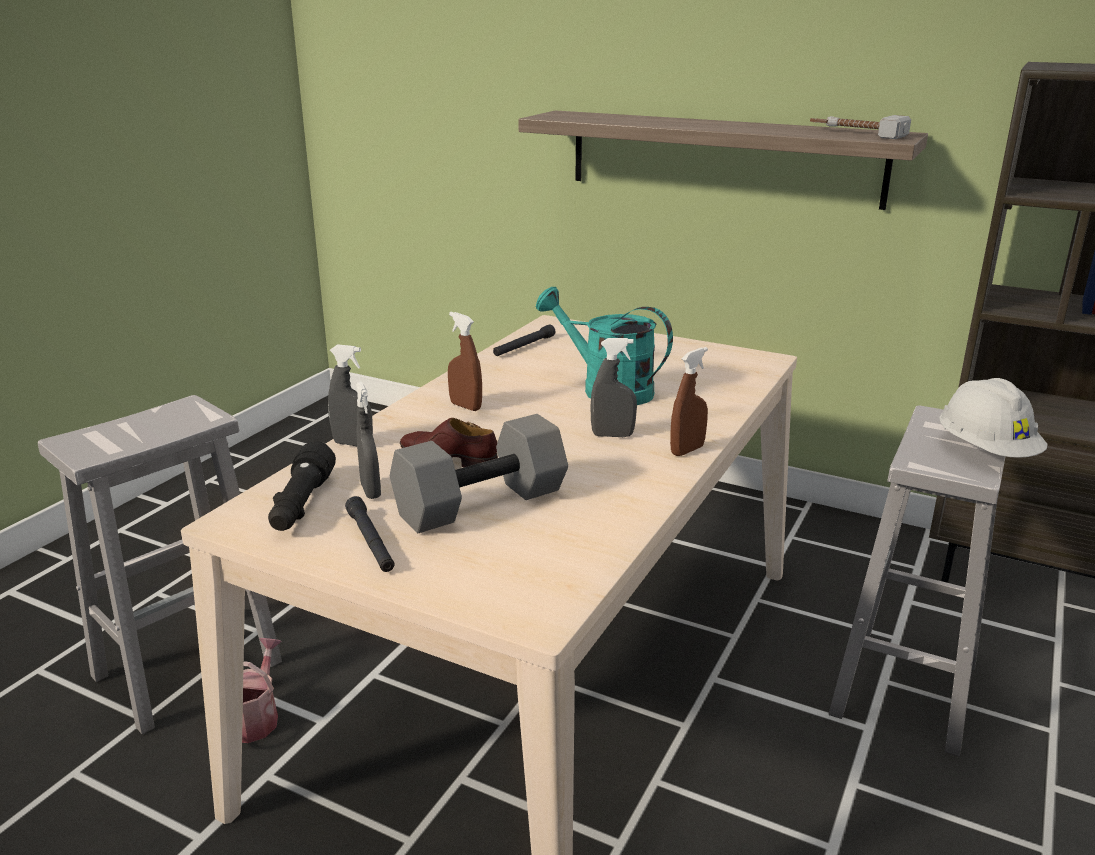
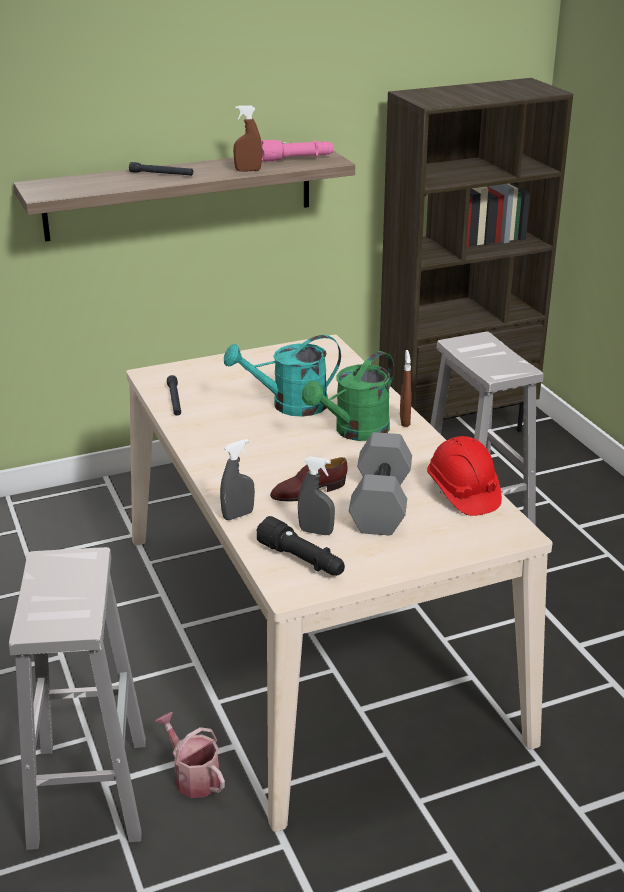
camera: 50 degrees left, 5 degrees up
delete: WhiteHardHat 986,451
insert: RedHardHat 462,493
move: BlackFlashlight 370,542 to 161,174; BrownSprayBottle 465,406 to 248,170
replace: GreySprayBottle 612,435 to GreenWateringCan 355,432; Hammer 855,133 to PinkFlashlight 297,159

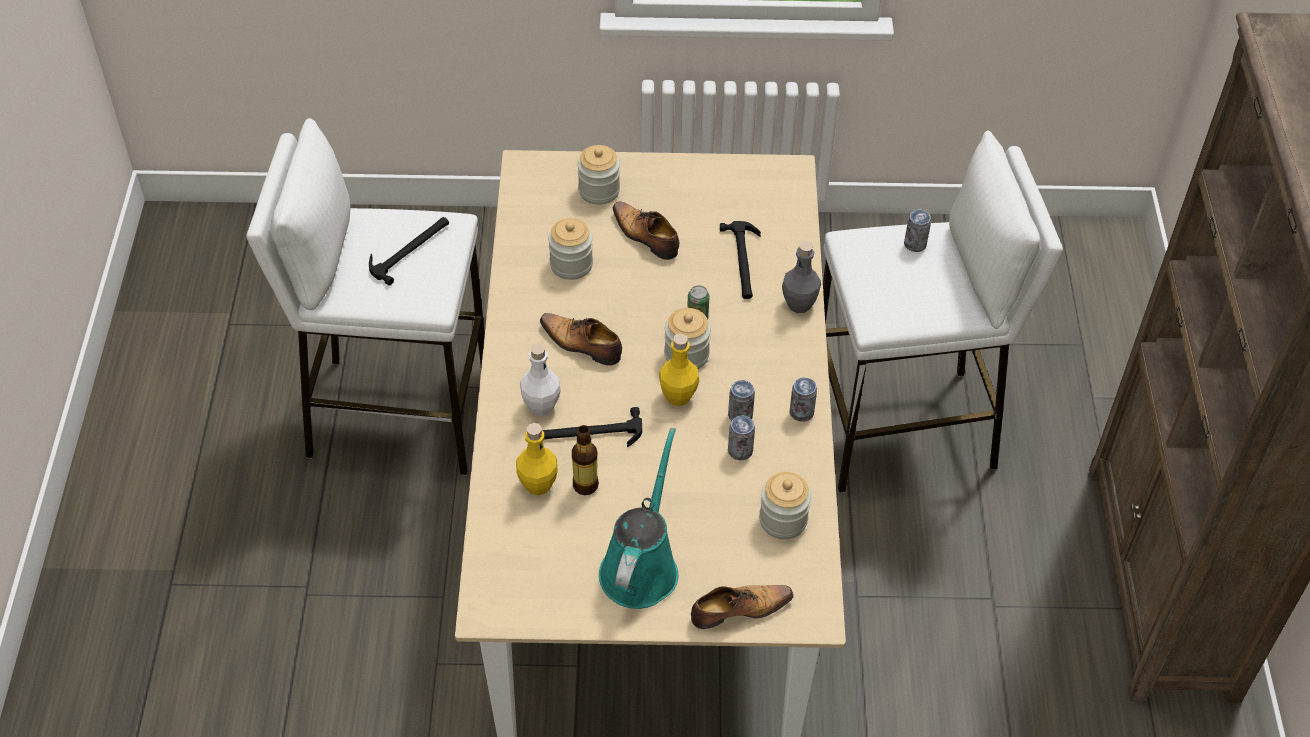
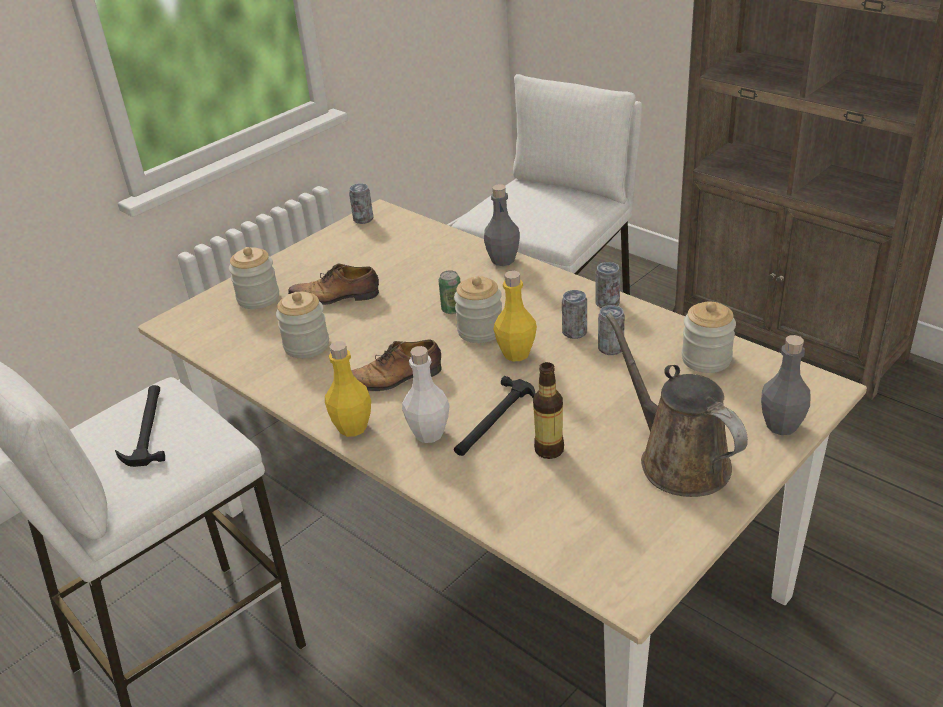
camera: 45 degrees left, 15 degrees down
delete: Hammer 743,262
move: YellowBottle 538,485 to 352,427; Can 915,244 to 363,219
replace: Shoe 738,610 to GreyBottle 781,425
recolor: TurquoiseWateringCan 641,566 to BrownWateringCan 678,460

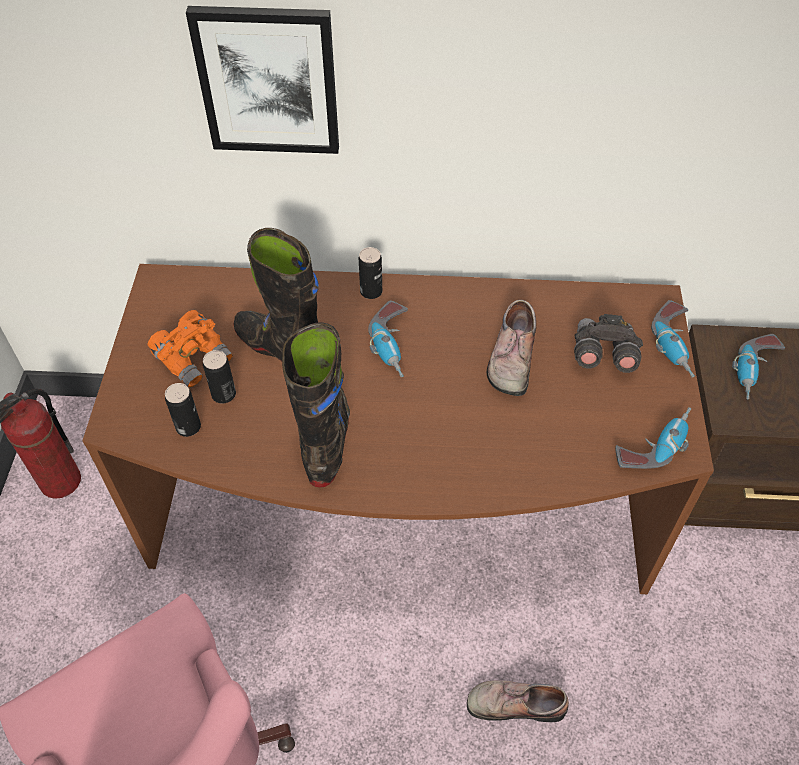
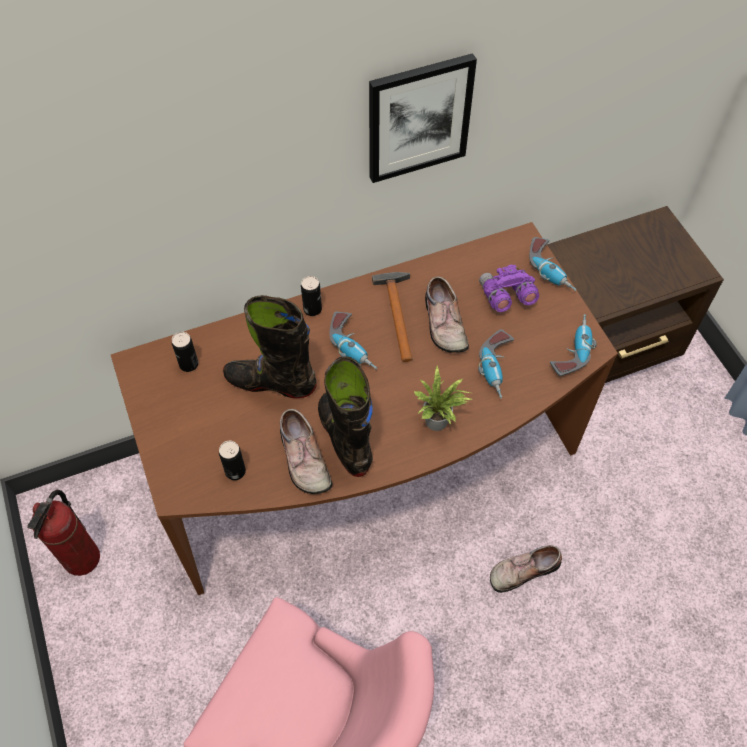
camera: 25 degrees left, 5 degrees up
delete: OrangeBinoculars 194,358
insert: Shoe 302,459; Hammer 397,313; PottedPlant 439,423
move: Picture 268,81 to 418,118; Can 223,394 to 189,364; PowerDrill 755,372 to 498,368
recolor: GreyBinoculars 602,356 to PurpleBinoculars 506,297

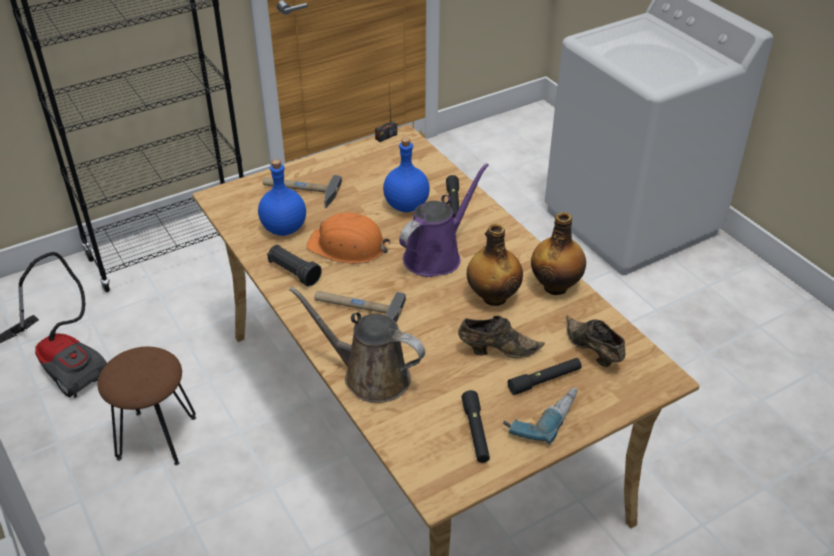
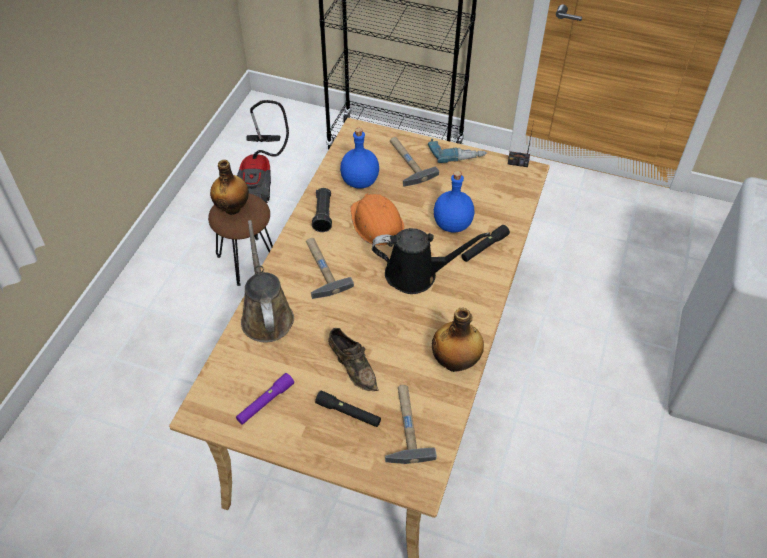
camera: 50 degrees right, 10 degrees up
move: Bottle 493,297 to 232,207; PowerDrill 541,416 to 456,153
replace: BrownShoe 593,352 to Hammer 405,425
recolor: PurpleWateringCan 436,255 to BlackWateringCan 416,274; BlackFlashlight 476,432 to PurpleFlashlight 265,402

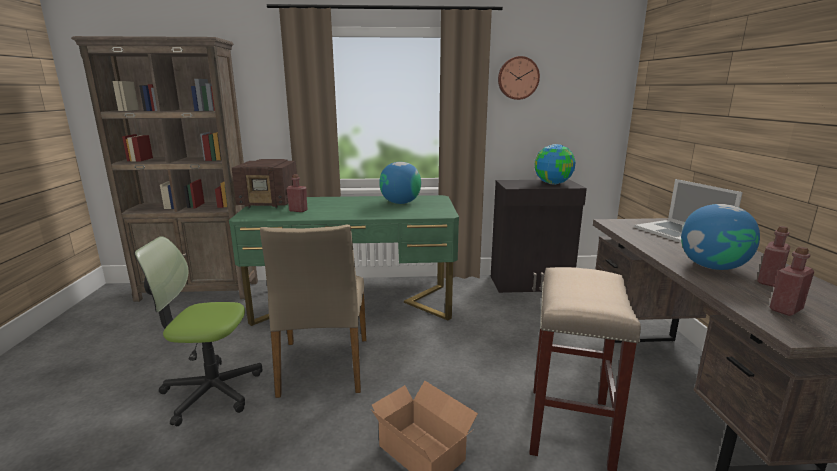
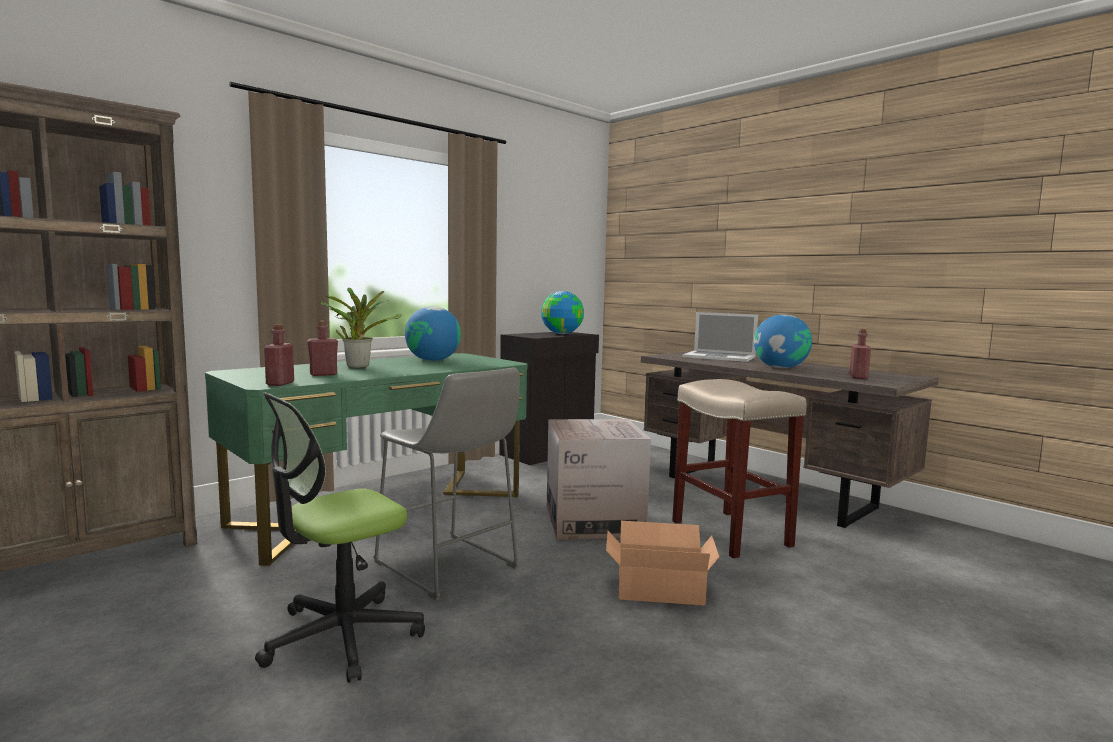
camera: 40 degrees left, 10 degrees down
delete: Radio 270,203; WallClock 518,78
insert: PottedPlant 358,366; CardboardBox 593,521
move: RedBottle 769,282 to 280,383
replace: BeigeChair 323,366 to GreyStool 449,568

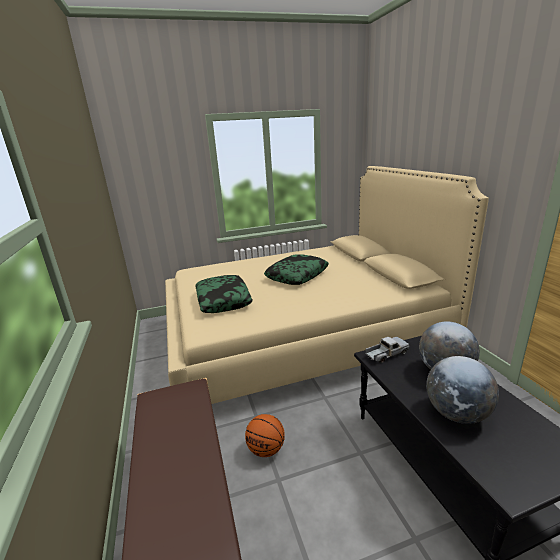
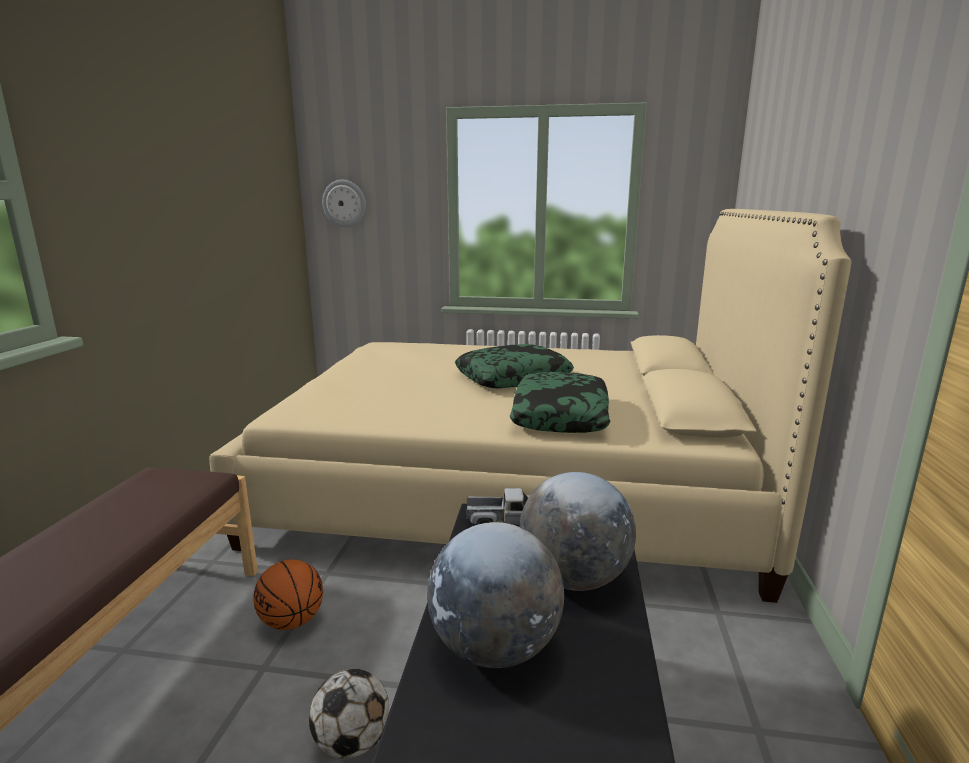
camera: 25 degrees right, 5 degrees down
insert: Football 352,742; WallClock 344,203
move: Pillow 223,300 to 561,415

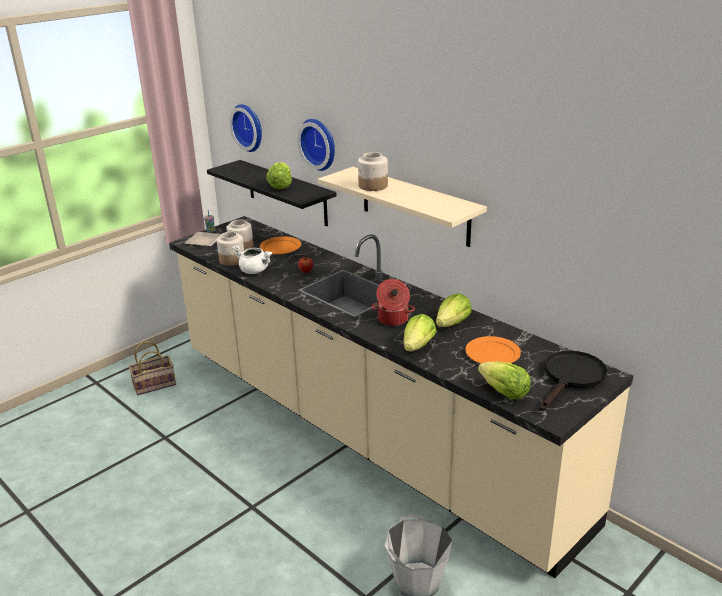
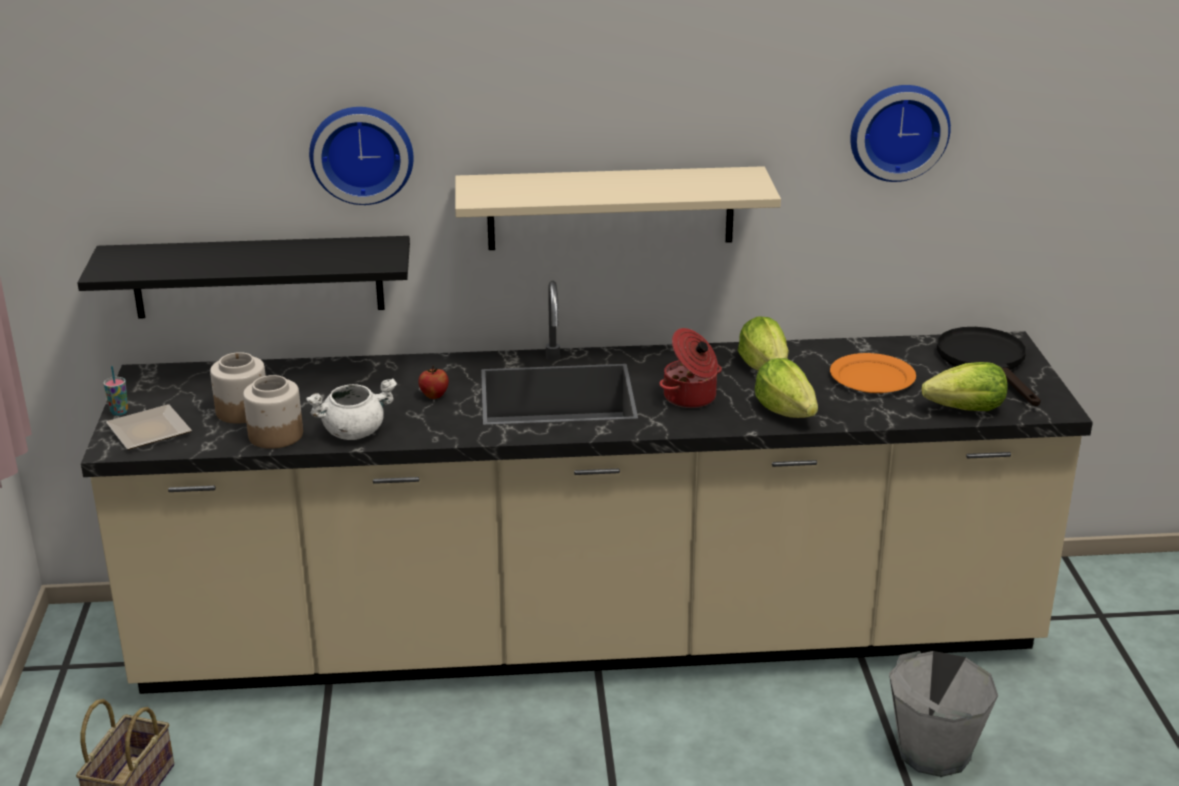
camera: 50 degrees left, 0 degrees up
delete: OrangePlate 281,247; Lettuce 280,186; Jar 373,186
move: WallClock 249,127 to 897,130

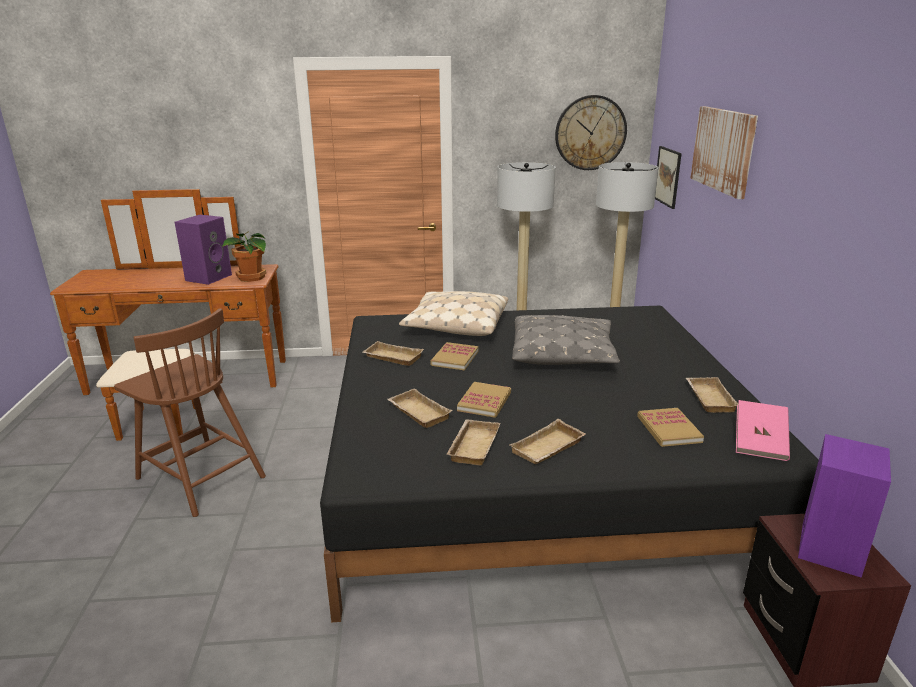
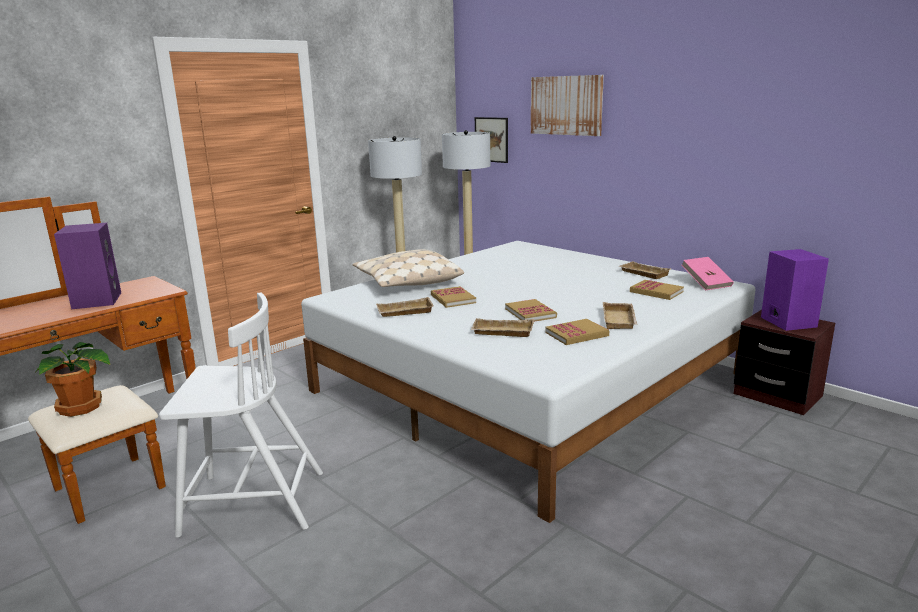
camera: 40 degrees left, 5 degrees down
delete: GreyPillow 563,354; WallClock 590,133
move: PottedPlant 251,278 to 81,408
replace: BeigeTray 472,445 to Book 576,334
recolor: BrownChair 199,476 to WhiteChair 251,502; BlackBed 534,474 to WhiteBed 529,383

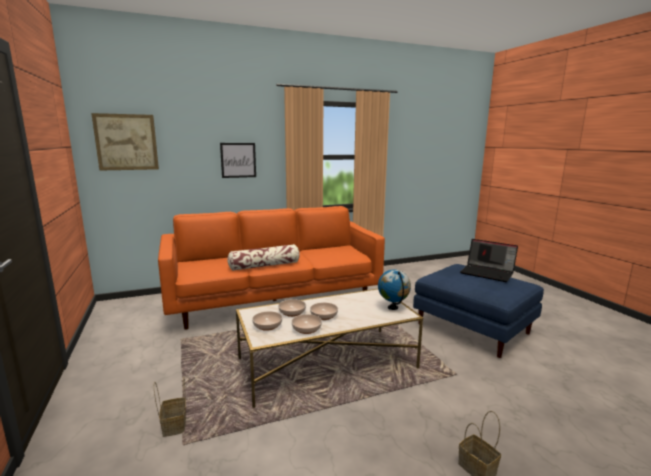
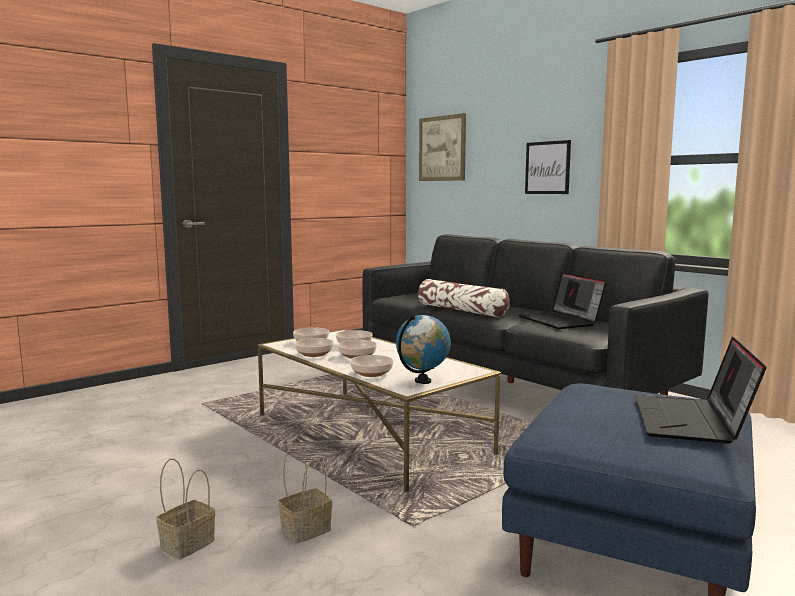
camera: 70 degrees right, 5 degrees down
insert: Bowl 371,373; Laptop 561,321
move: Basket 174,425 to 306,529
recolor: OrangeSofa 275,300 to BlackSofa 510,383

